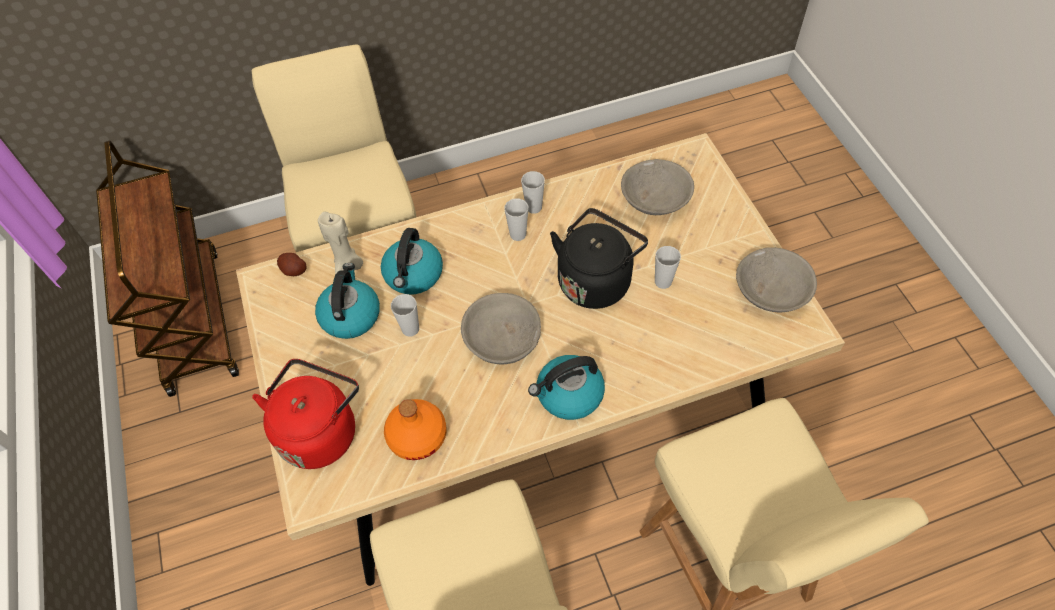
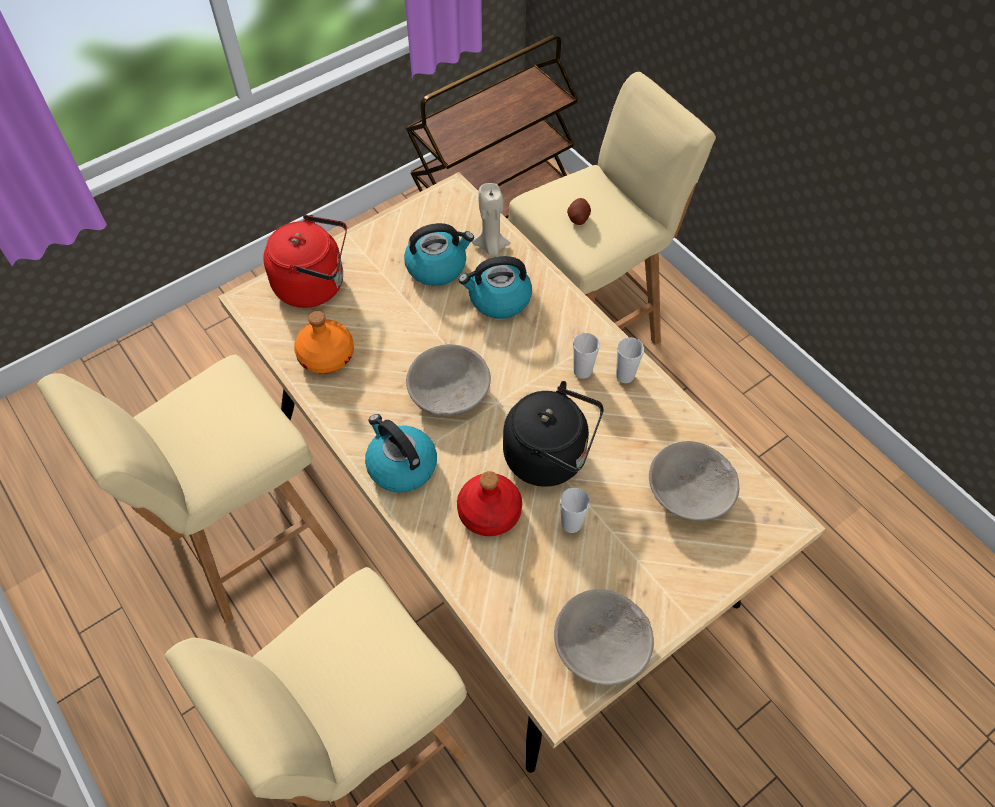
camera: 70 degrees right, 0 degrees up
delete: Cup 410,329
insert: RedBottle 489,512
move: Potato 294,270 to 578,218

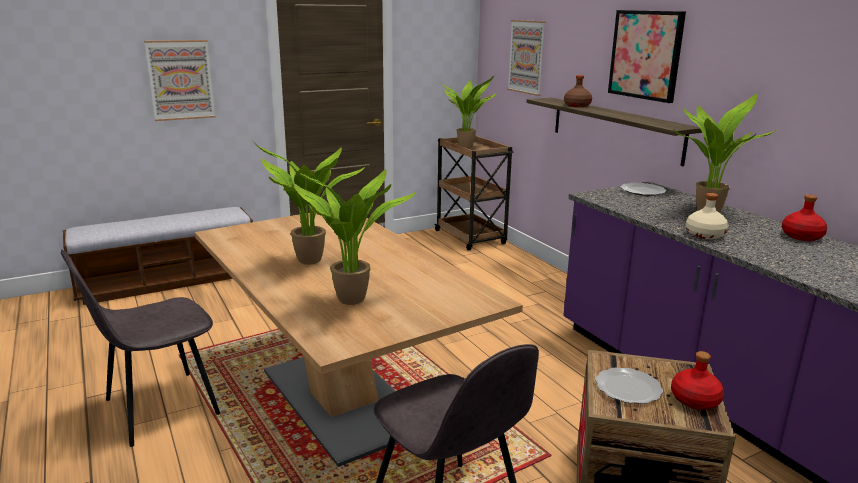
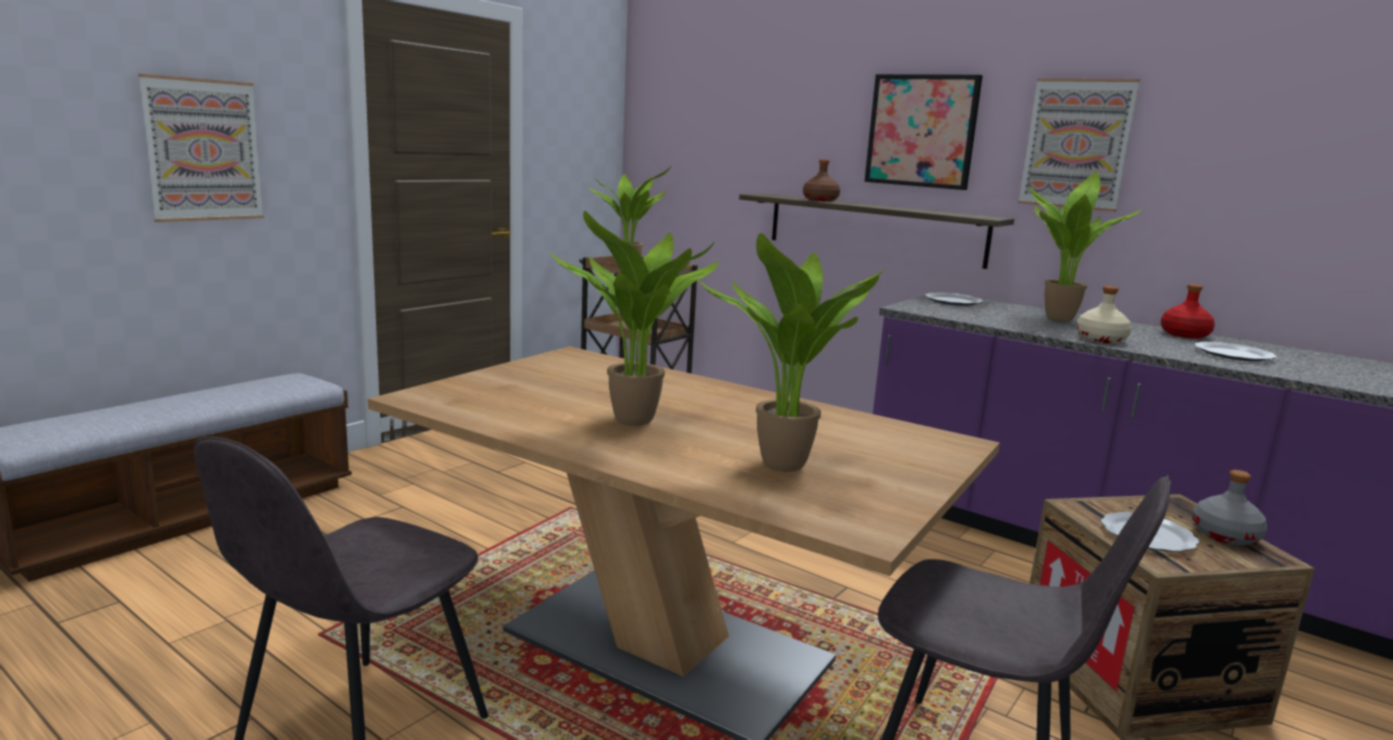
camera: 25 degrees left, 5 degrees down
insert: Plate 1234,355
move: Picture 526,57 to 1077,144
recolor: RedBottle 695,400 to GreyBottle 1226,536

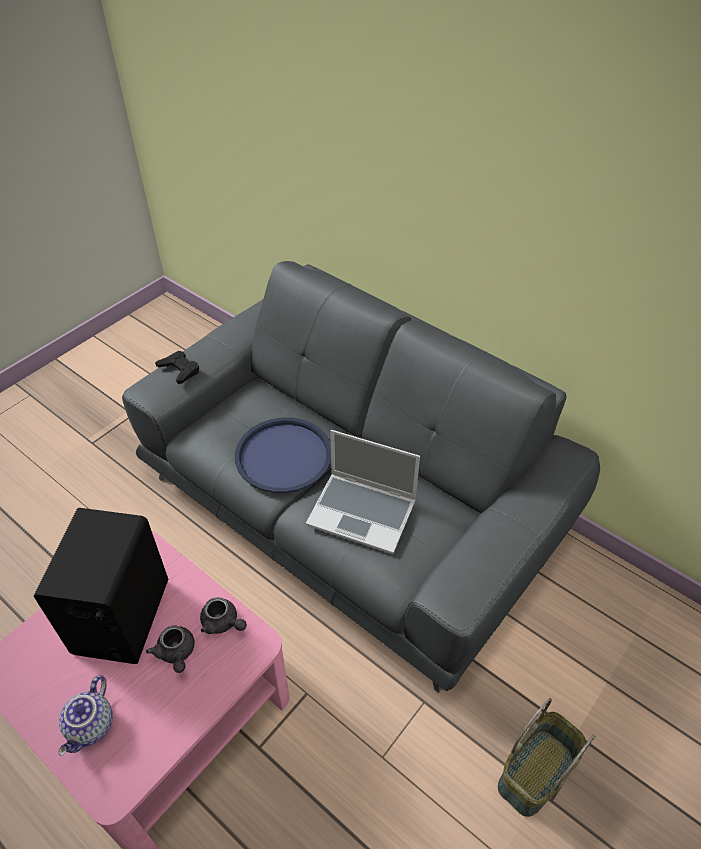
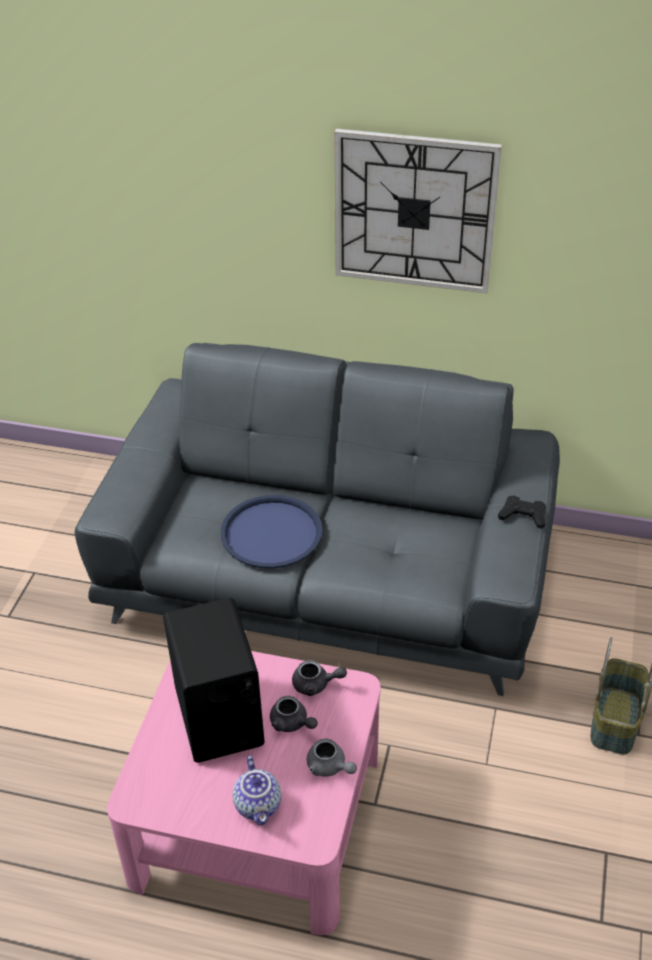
camera: 25 degrees left, 5 degrees down
delete: Laptop 363,513
insert: GreyTeapot 329,767; WallClock 414,211
move: BlackGameController 179,370 to 523,515

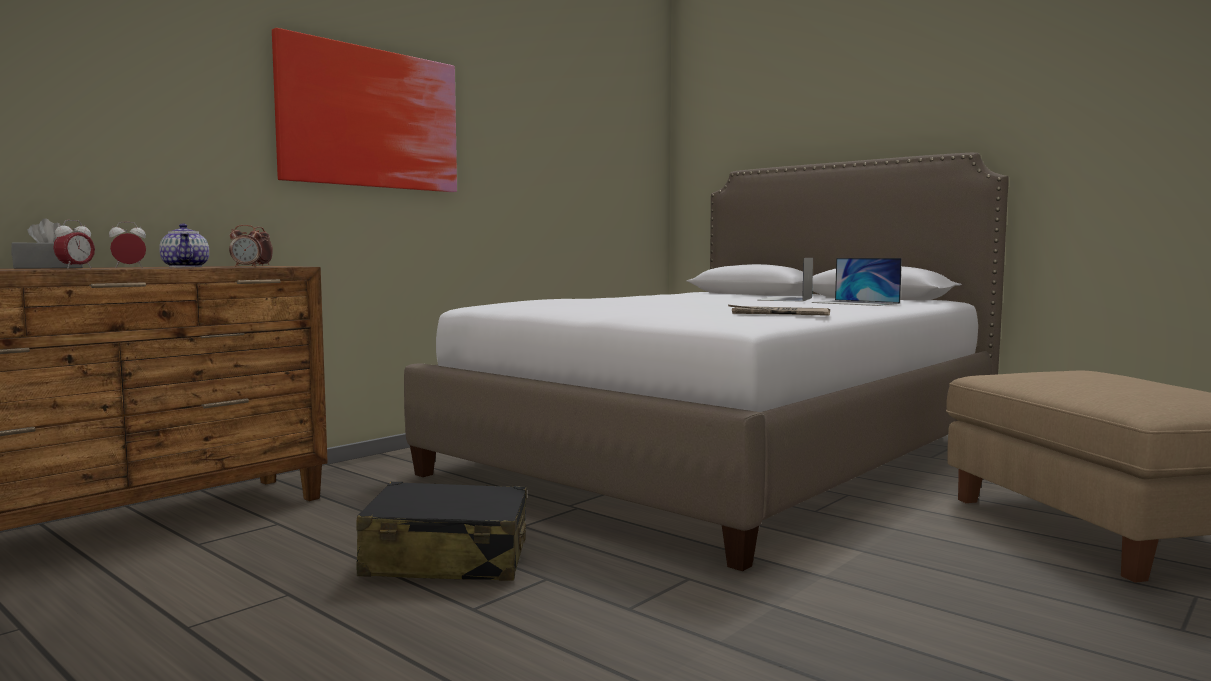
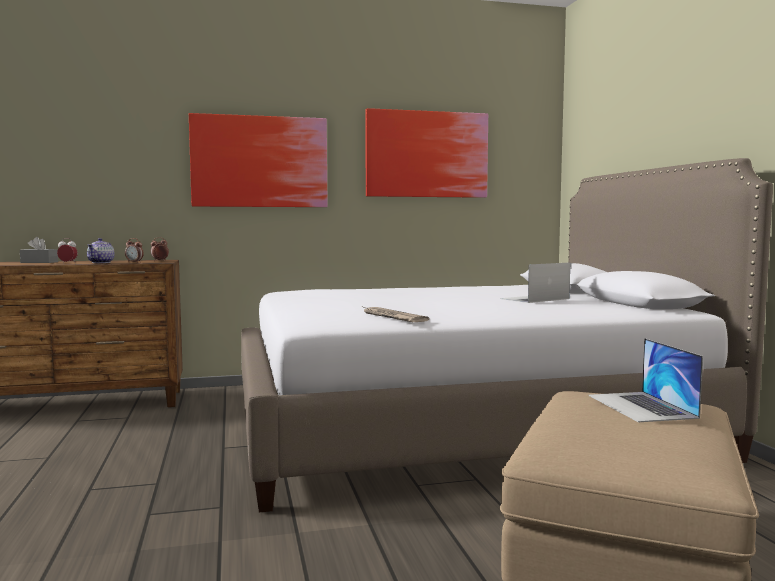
camera: 35 degrees right, 0 degrees up
delete: AlarmClock 75,268; BlackSuitcase 447,559
insert: Picture 426,154
move: Laptop 855,303 to 641,406

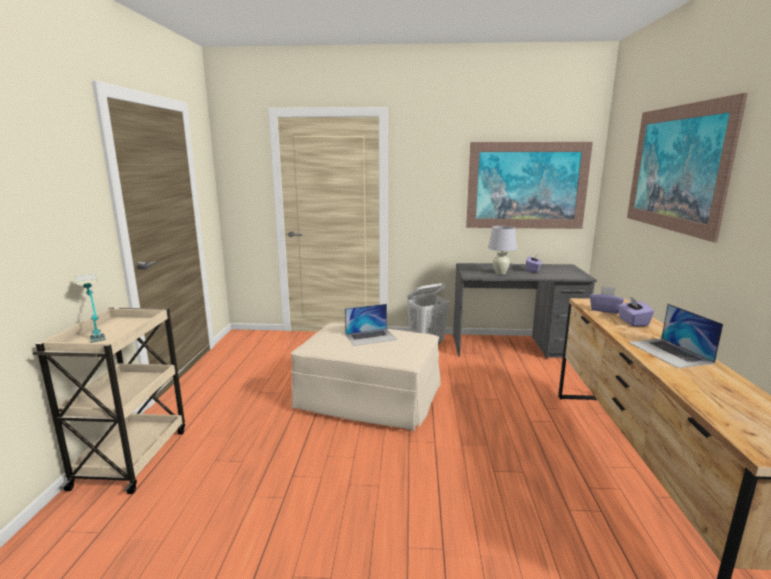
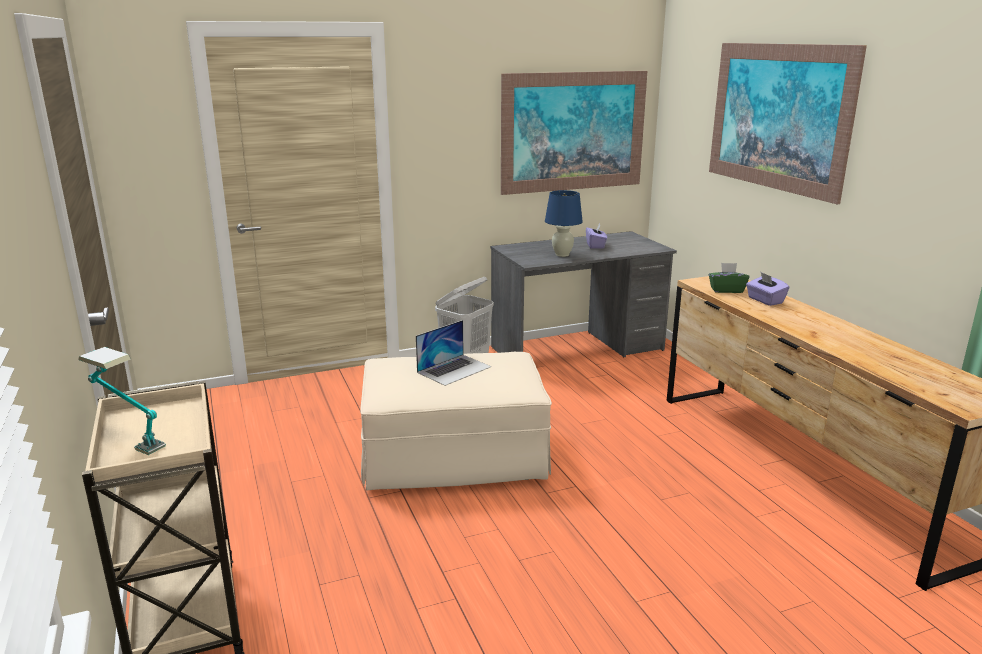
camera: 25 degrees left, 5 degrees up
delete: Laptop 669,352
recolor: WhiteTableLamp 500,273 to BlueTableLamp 562,254; PurpleTissueBox 604,310 to GreenTissueBox 726,290

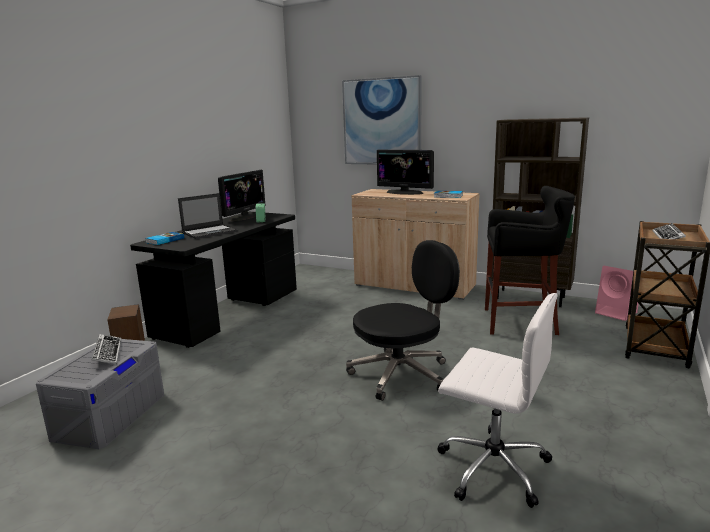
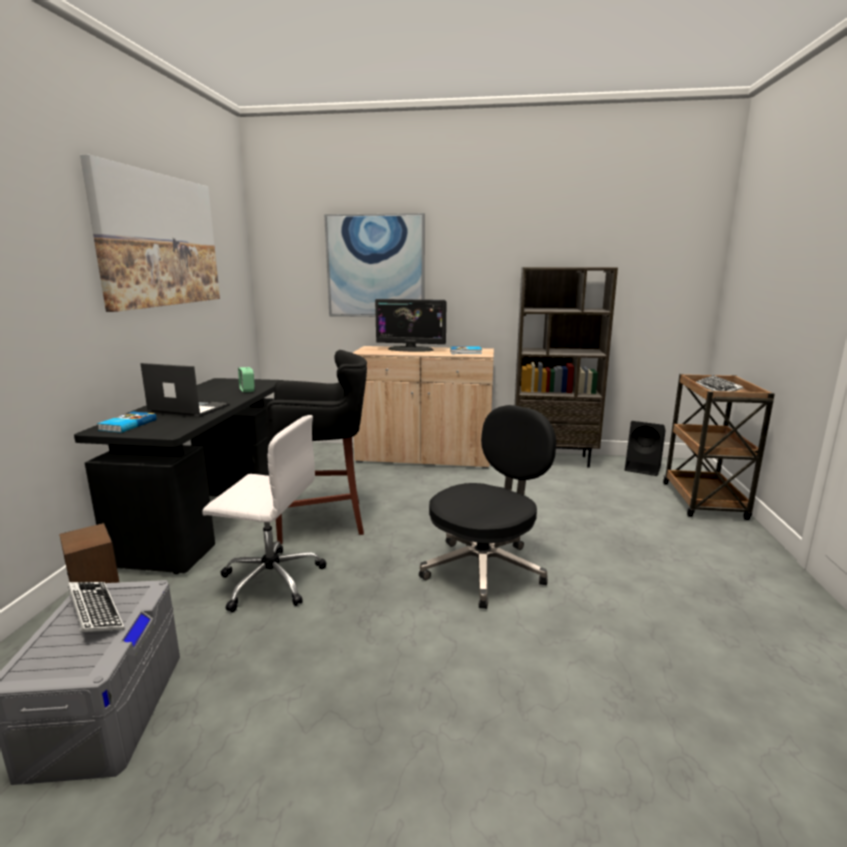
camera: 20 degrees left, 0 degrees up
delete: Monitor 244,217
insert: Picture 159,240
move: WhiteOfficeChair 491,466 to 270,580; BlackStool 522,322 to 324,520
recolor: PinkSpeaker 617,313 to BlackSpeaker 644,468
rotate: Laptop 210,232 = 188,409 105 degrees counterclockwise

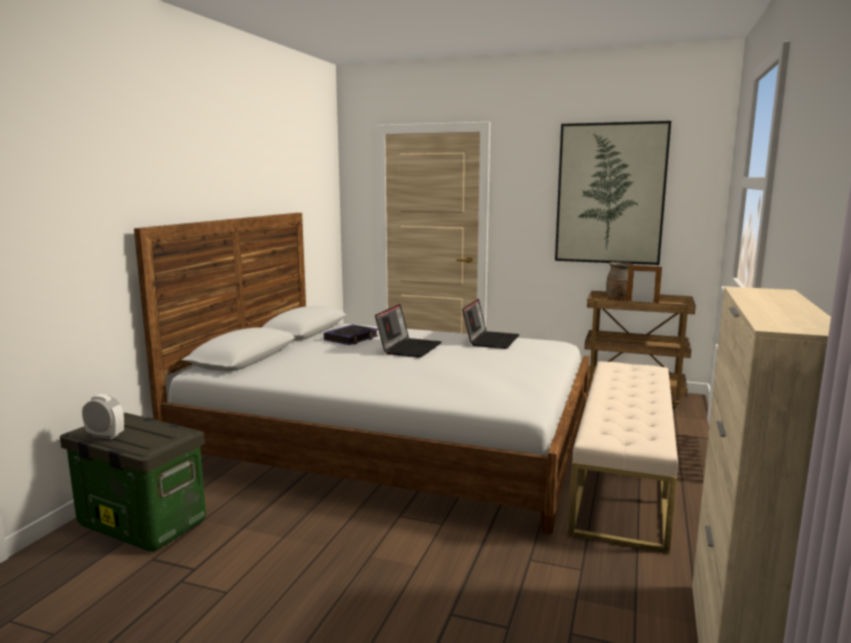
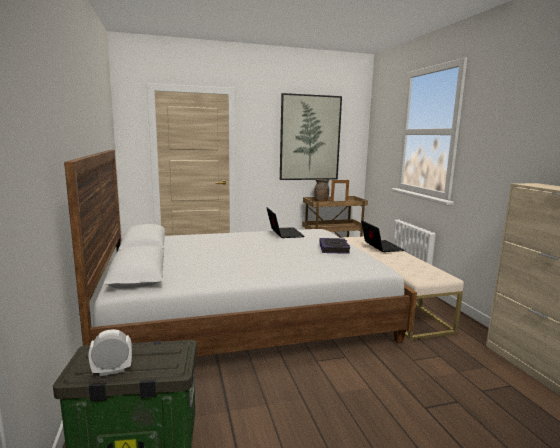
camera: 35 degrees left, 0 degrees up
move: Book 351,338 to 334,248; Laptop 409,348 to 380,246

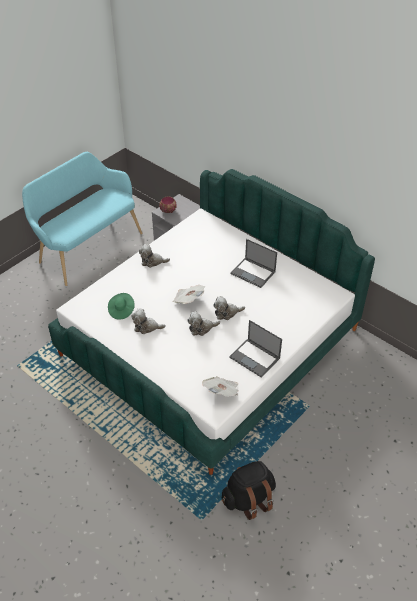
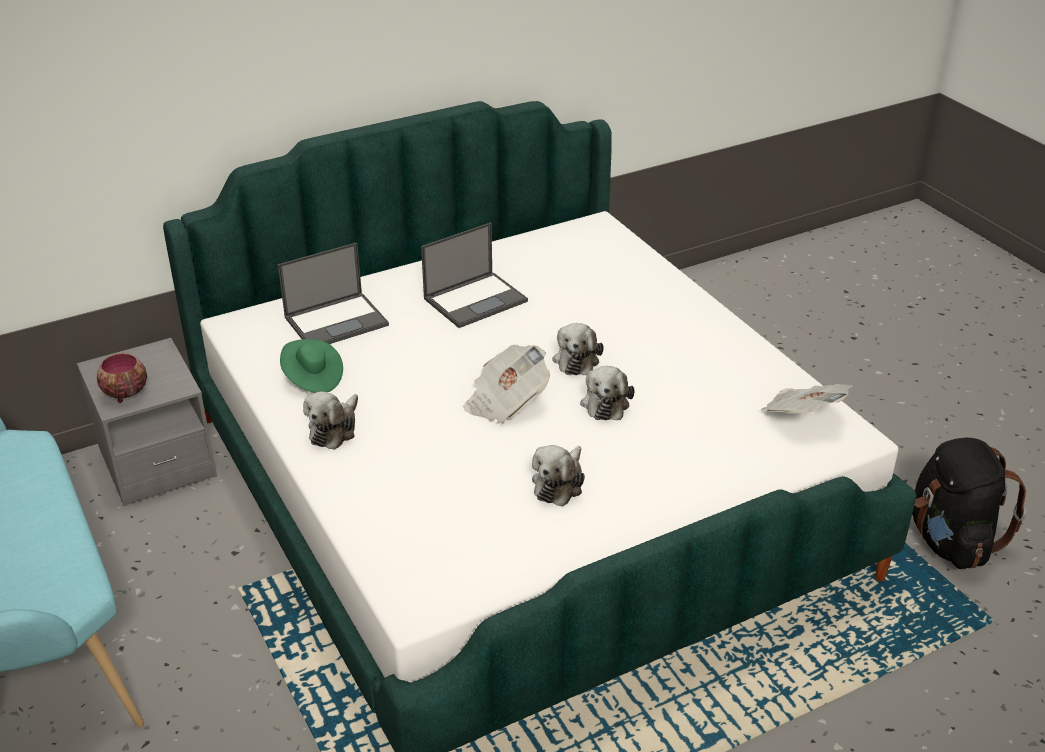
camera: 70 degrees left, 10 degrees down
move: GreenHat 121,310 to 312,378; Laptop 255,358 to 337,321

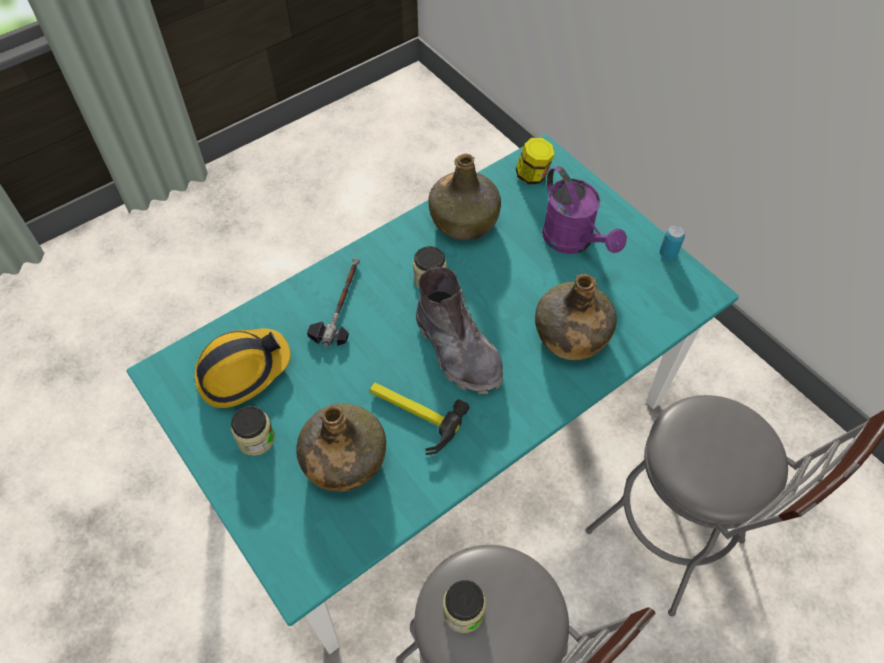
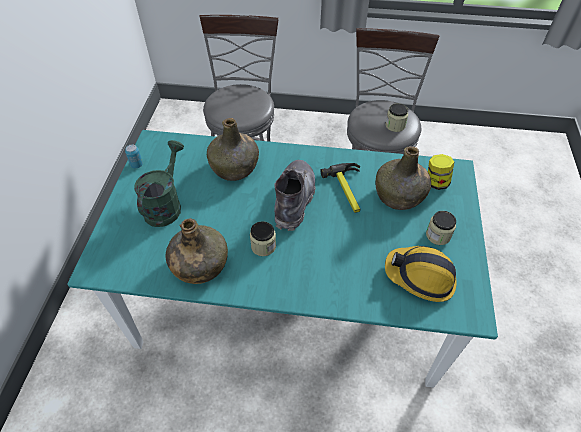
camera: 135 degrees left, 5 degrees down
delete: Hammer 340,304
move: Jar 532,176 to 436,182
recolor: PurpleWateringCan 573,241 to GreenWateringCan 165,205

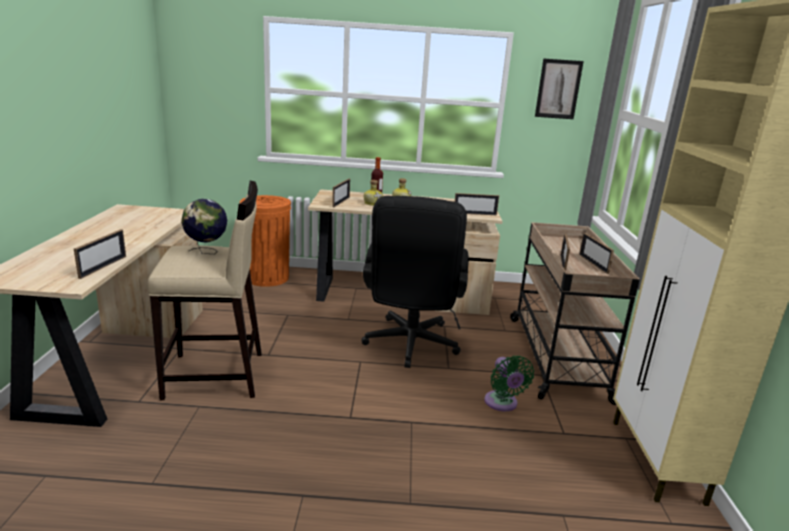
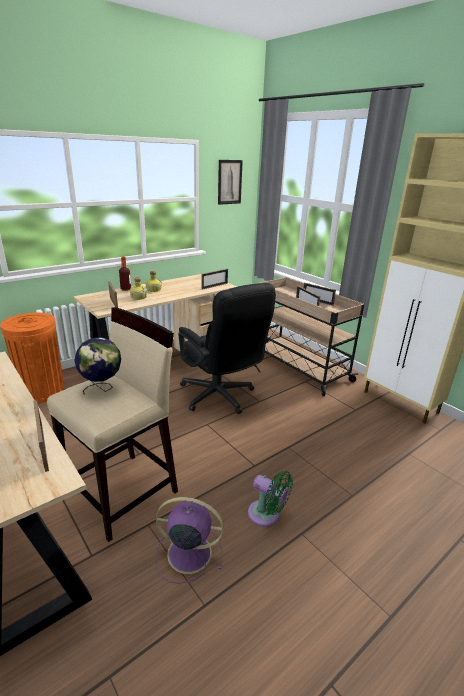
camera: 40 degrees left, 5 degrees up
insert: PurpleFan 187,553
move: GreenFan 502,404 to 266,515

